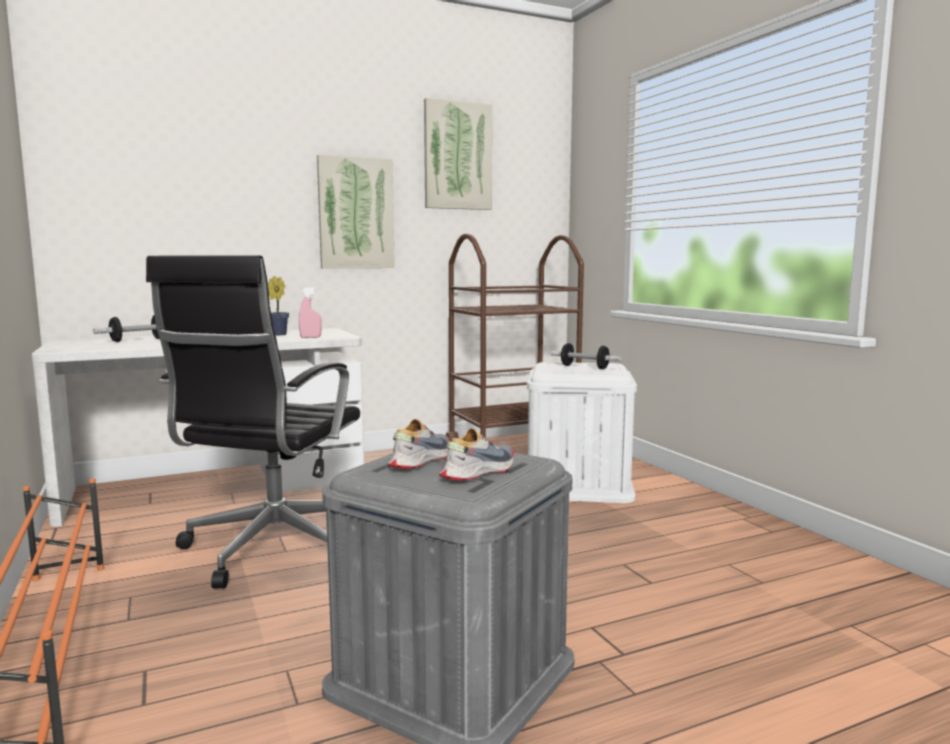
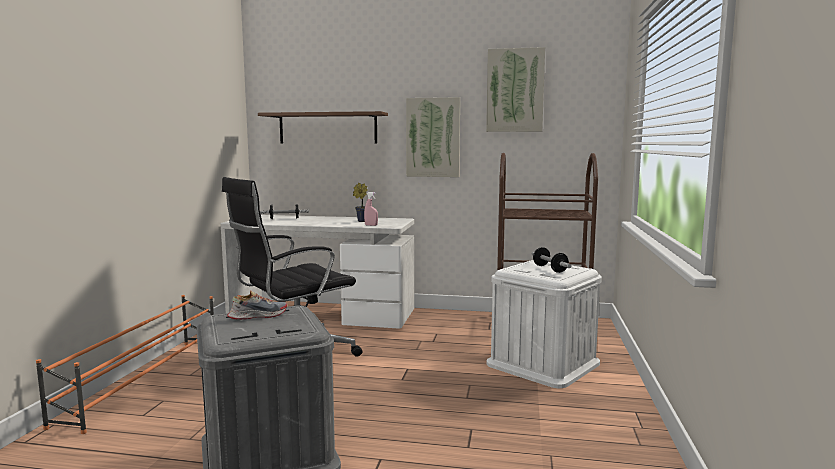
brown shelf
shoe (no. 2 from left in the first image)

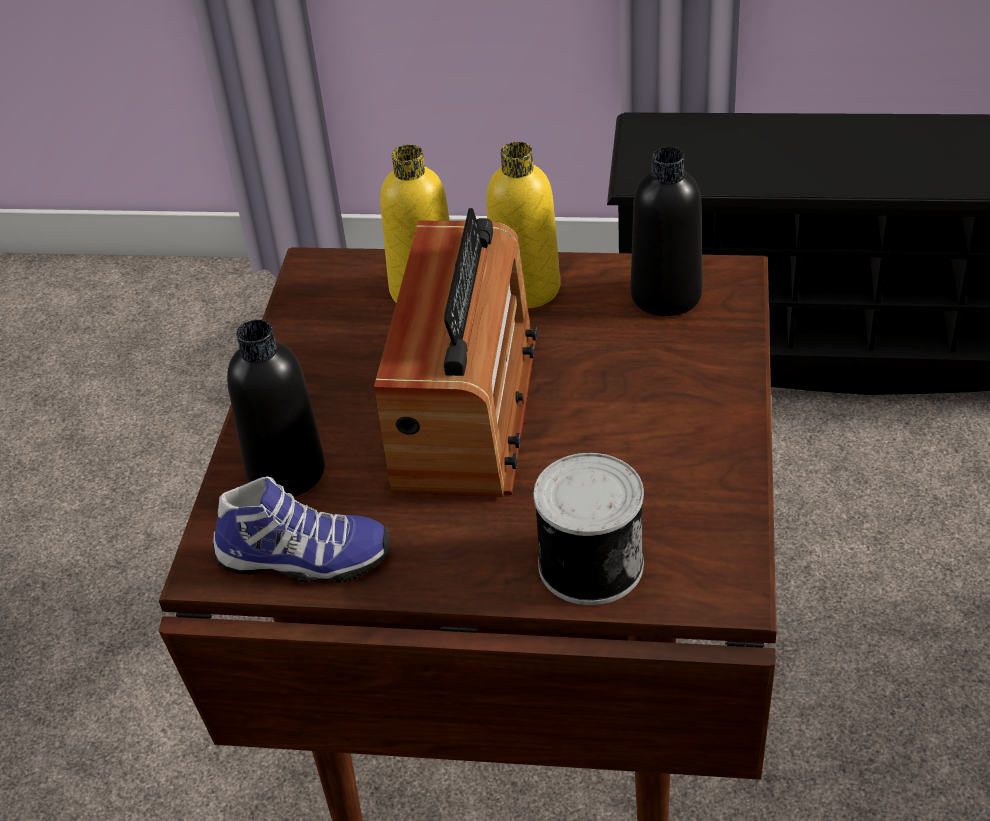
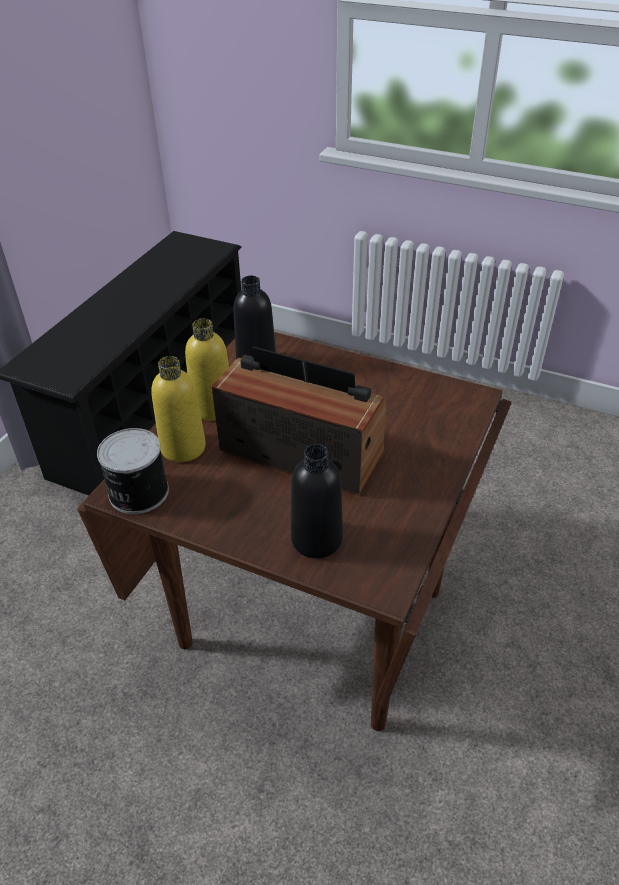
can
shoe

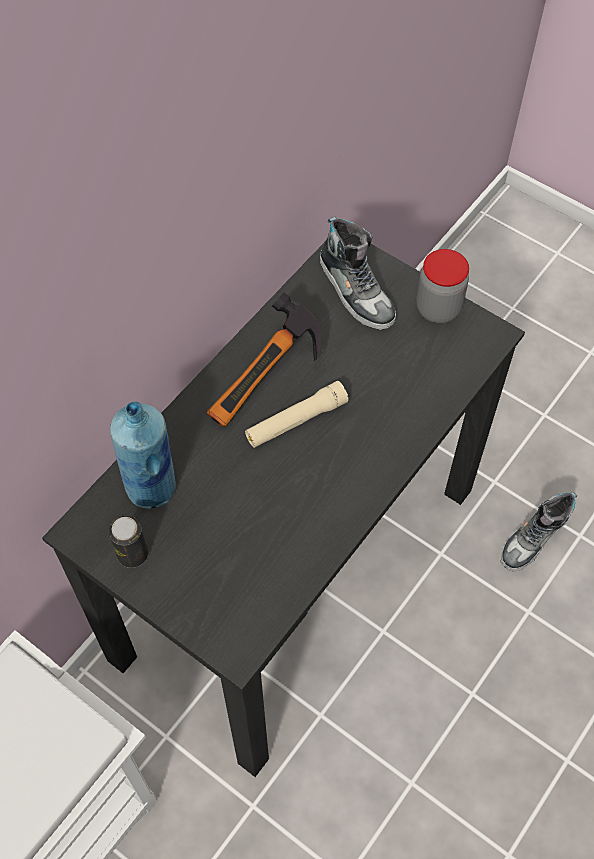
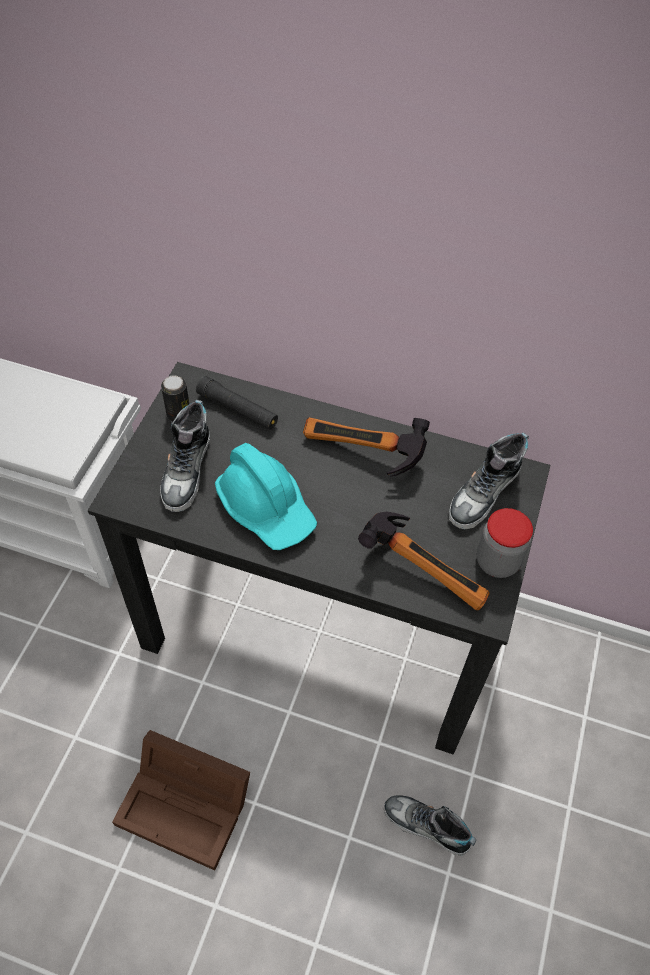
brown storage box
shoe (no. 1 from left)
black flashlight
turquoise hard hat
hammer (no. 2 from left)
beige flashlight

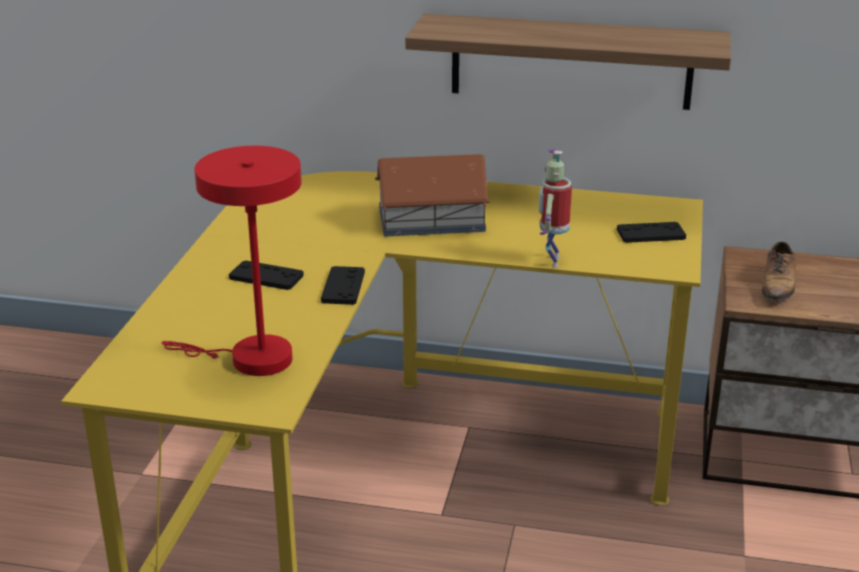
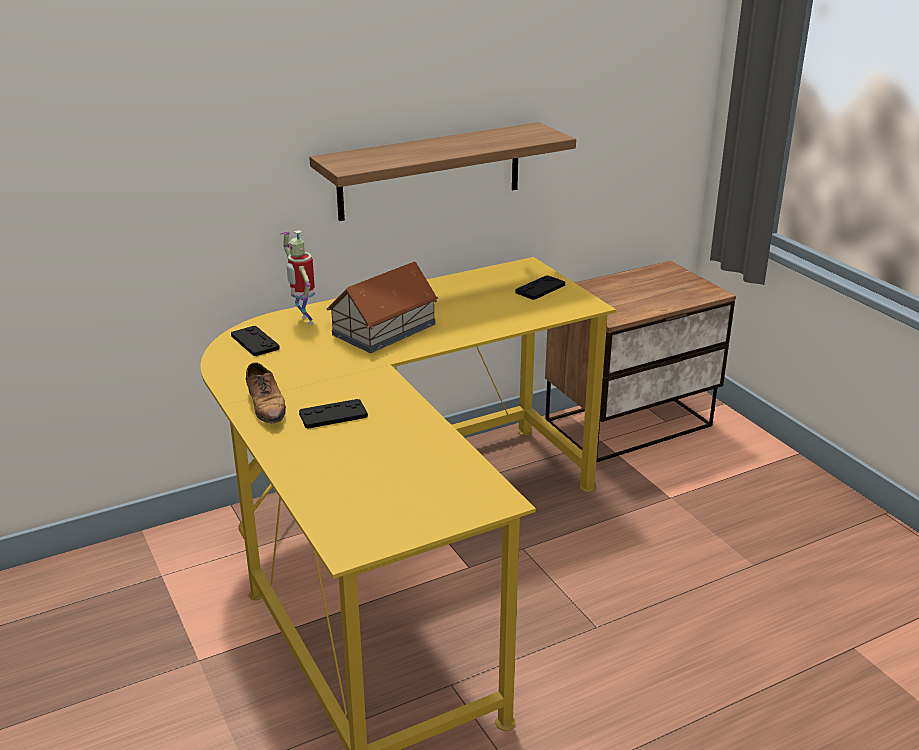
black game controller (no. 1 from left)
shoe
toy robot
red table lamp

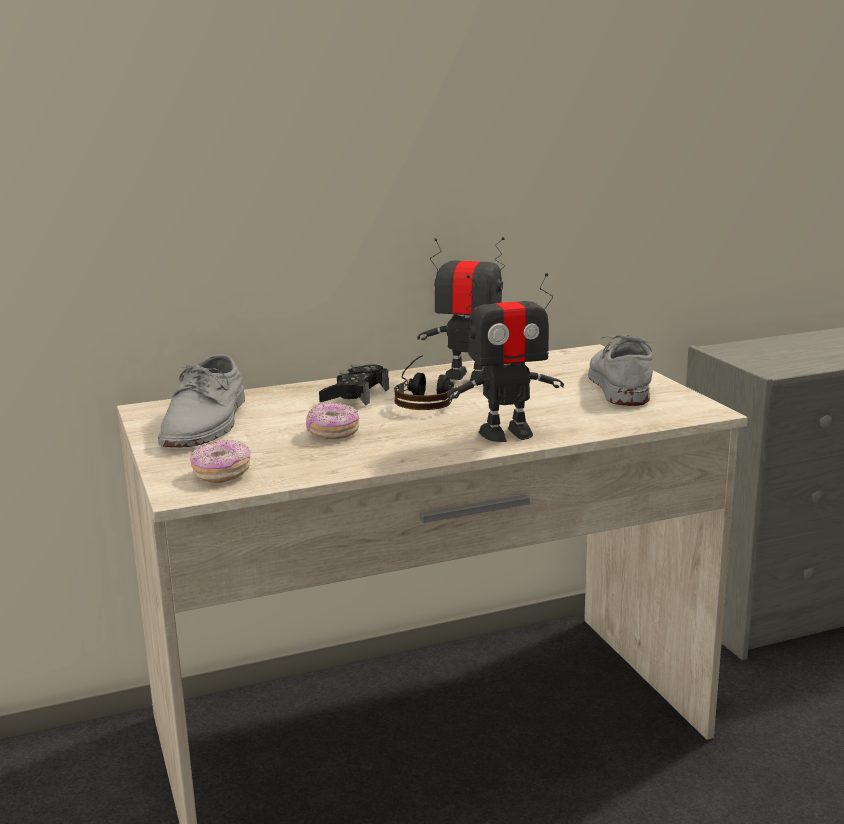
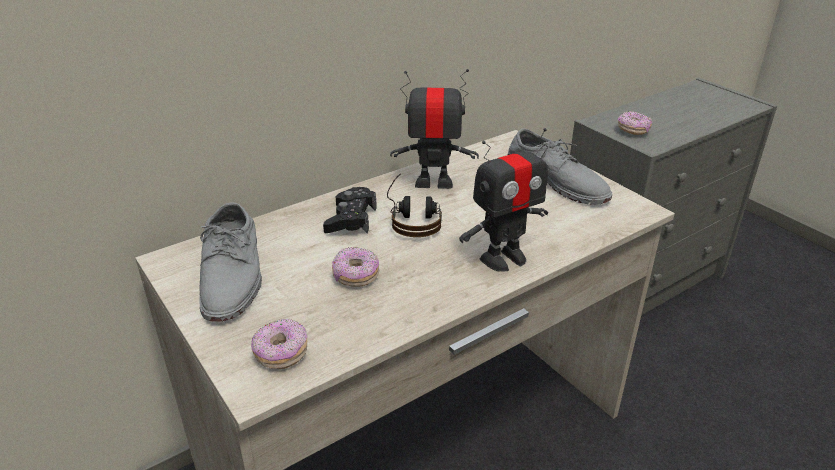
grey shoe (no. 2 from left)
donut (no. 3 from left)

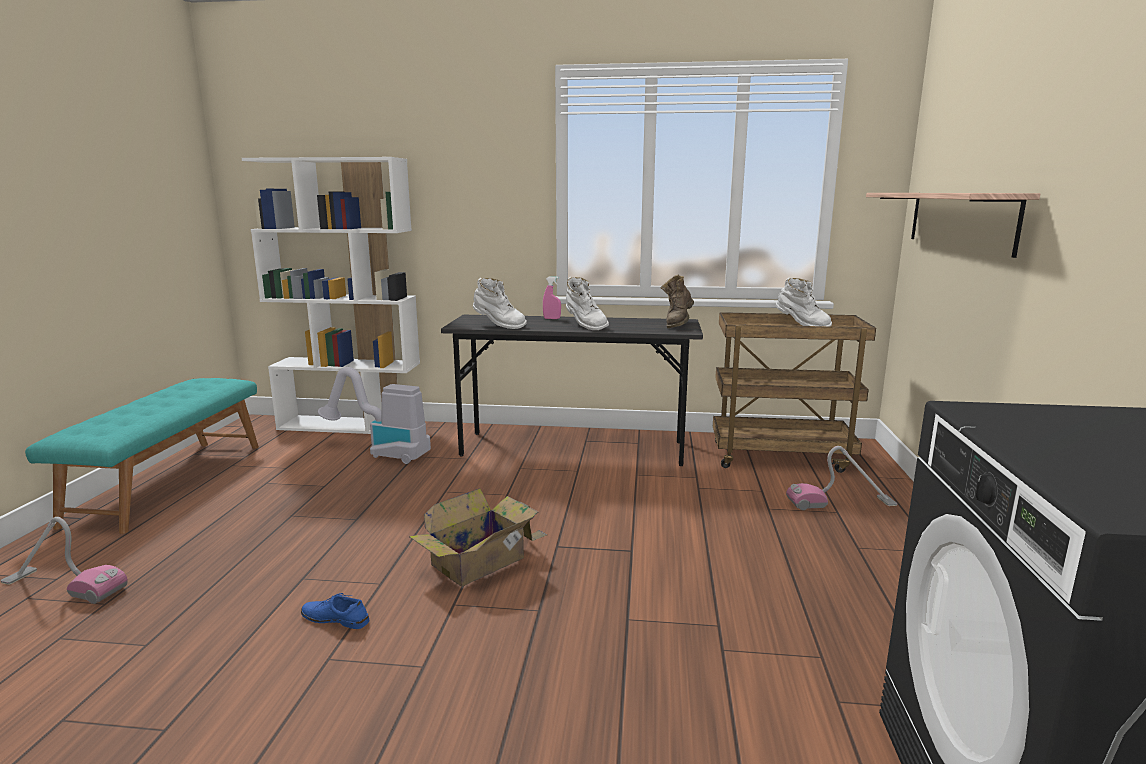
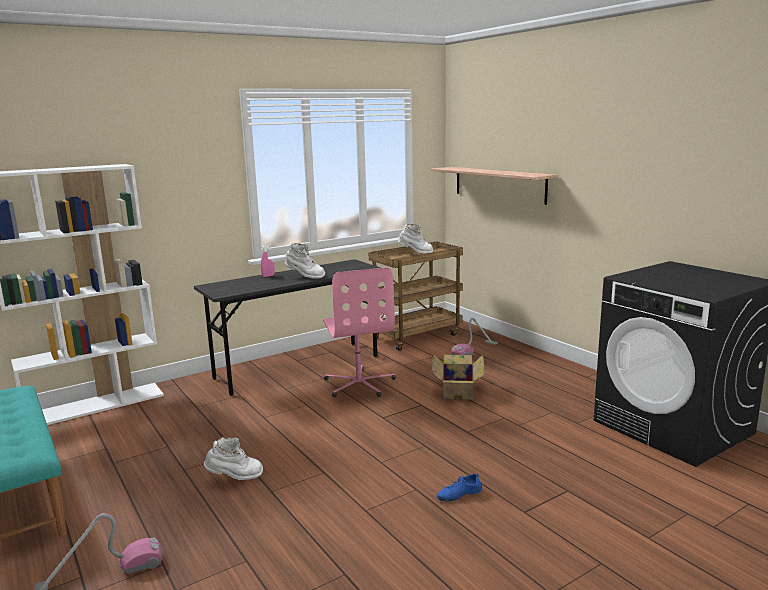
white boot (no. 1 from left)
pink office chair
cardboard box
blue shoe
vacuum cleaner (no. 2 from left in the first image)
brown boot

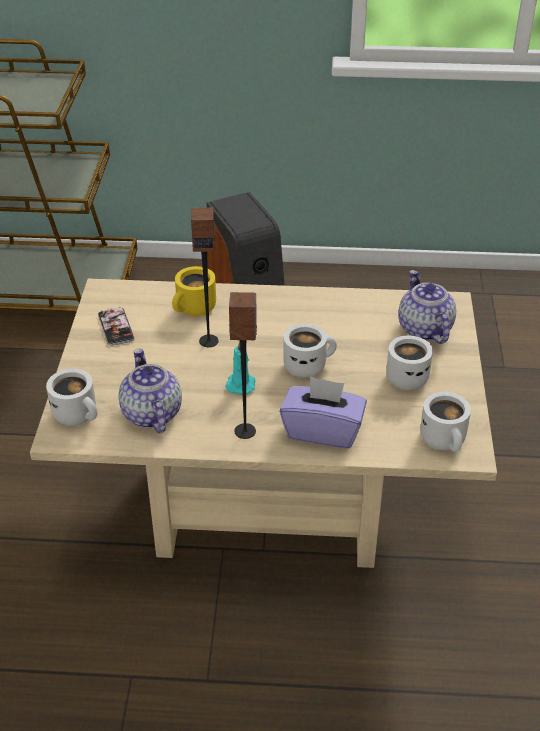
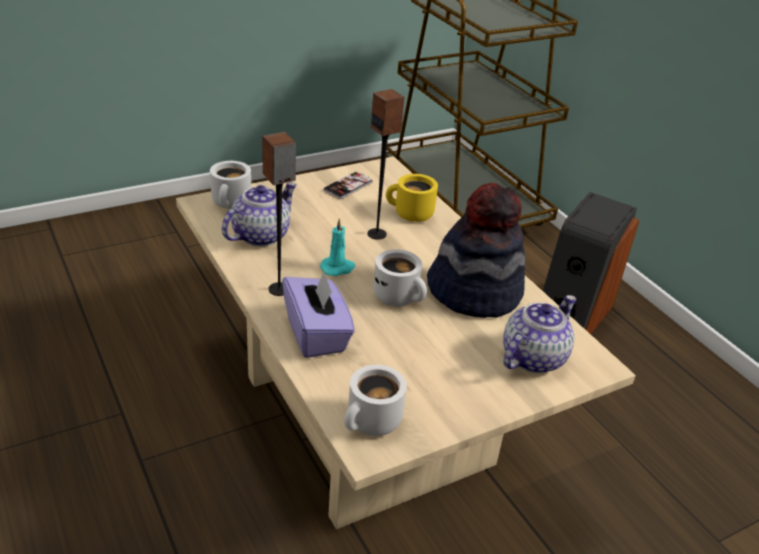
hat
white mug (no. 3 from left in the first image)

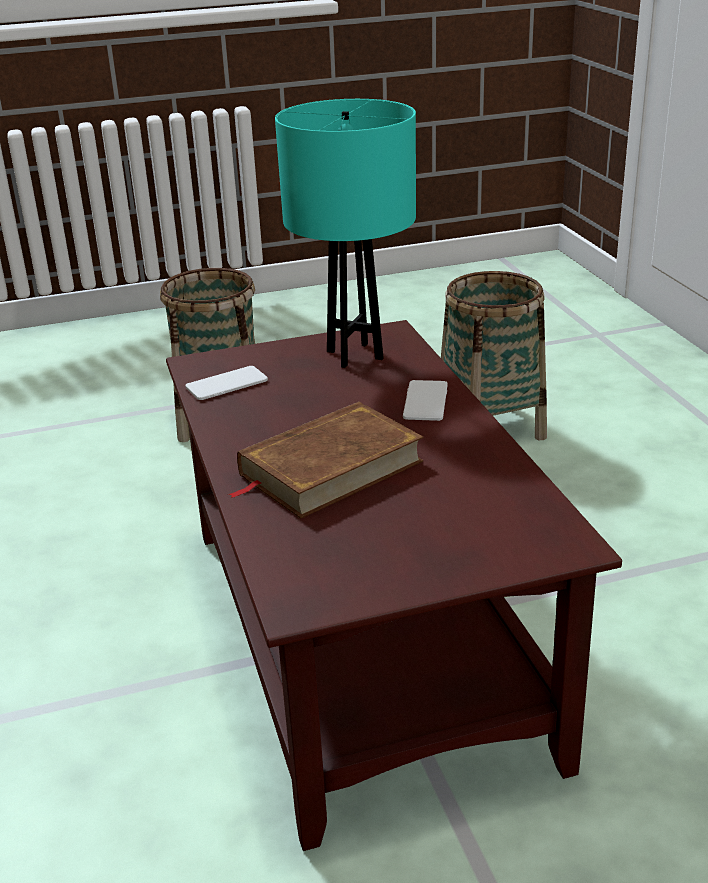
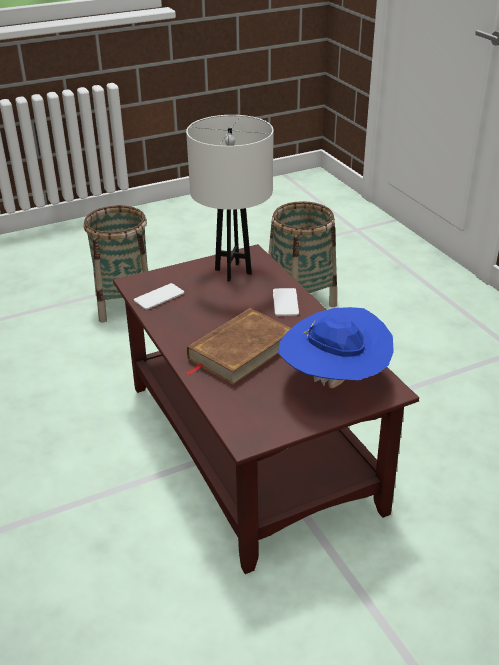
white table lamp
blue hat

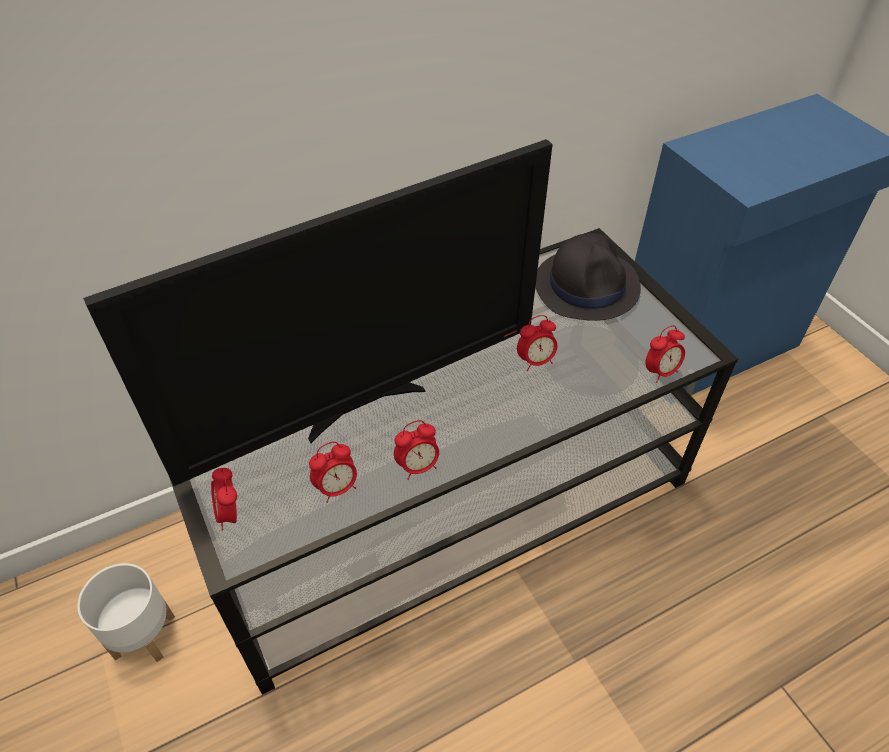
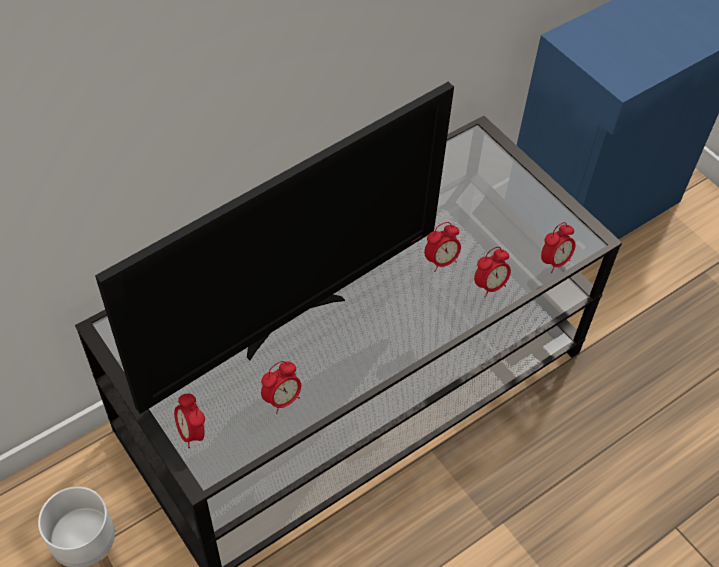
alarm clock (no. 4 from left)
black hat

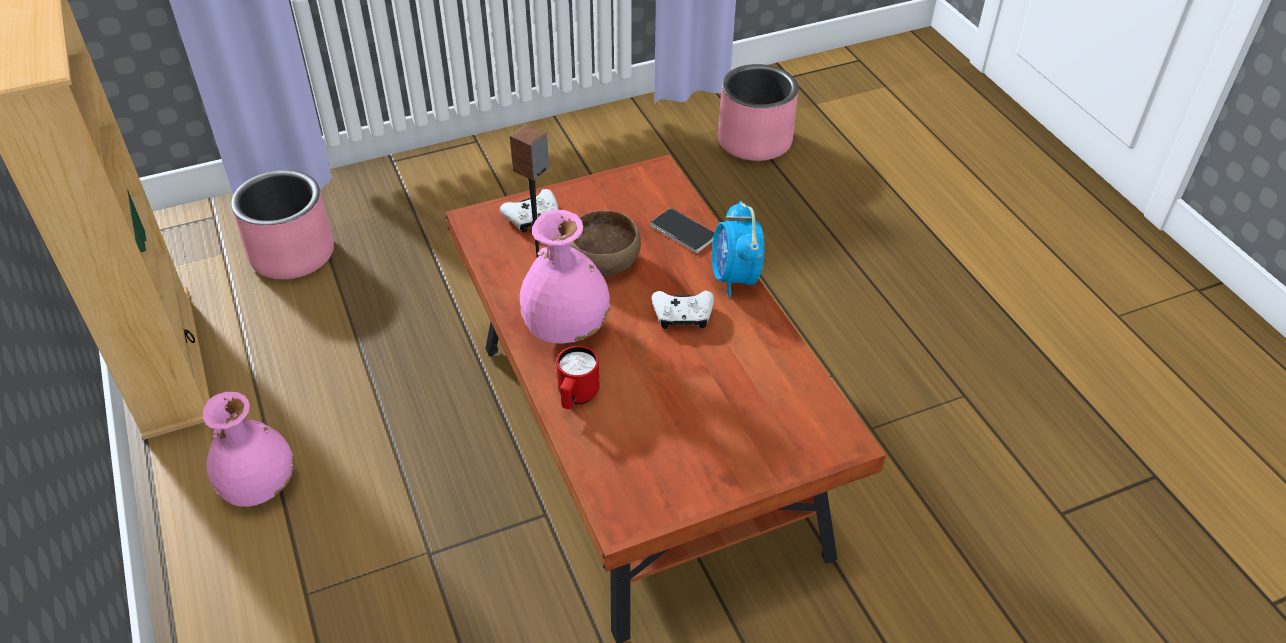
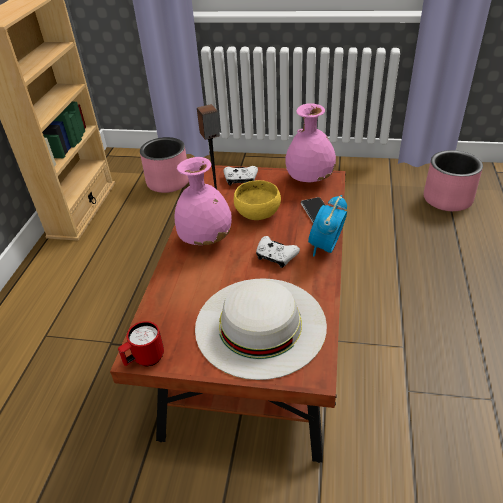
red mug
white hat
yellow bowl
pink vase (no. 2 from left)

